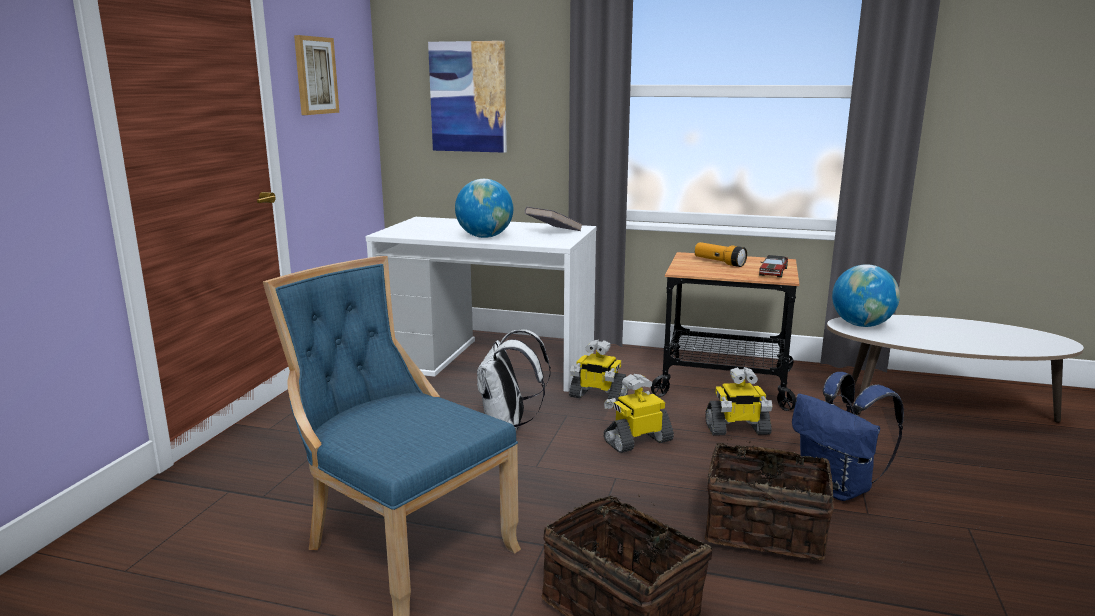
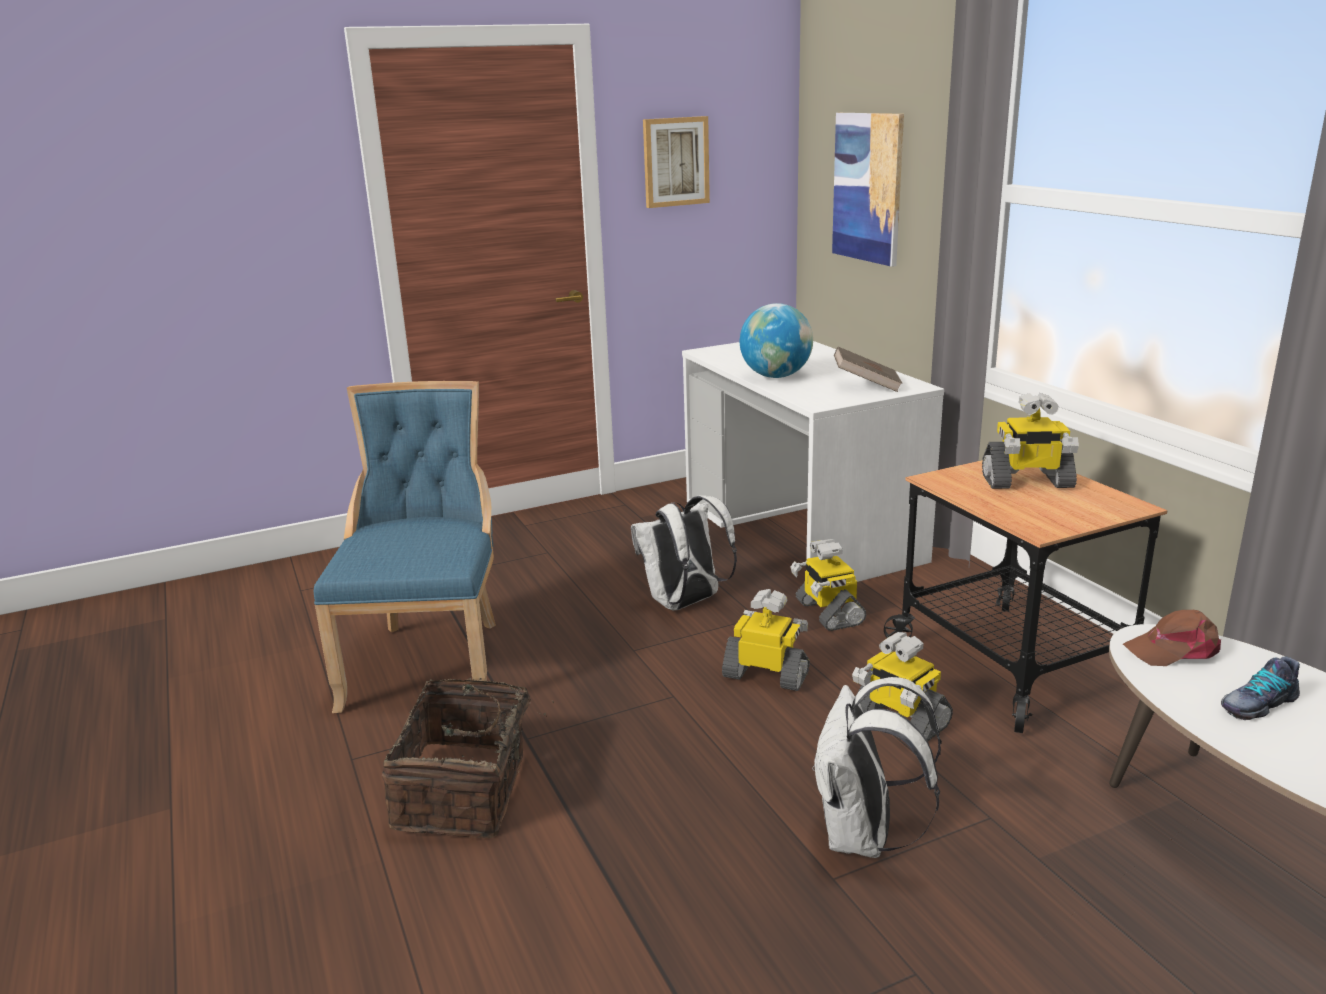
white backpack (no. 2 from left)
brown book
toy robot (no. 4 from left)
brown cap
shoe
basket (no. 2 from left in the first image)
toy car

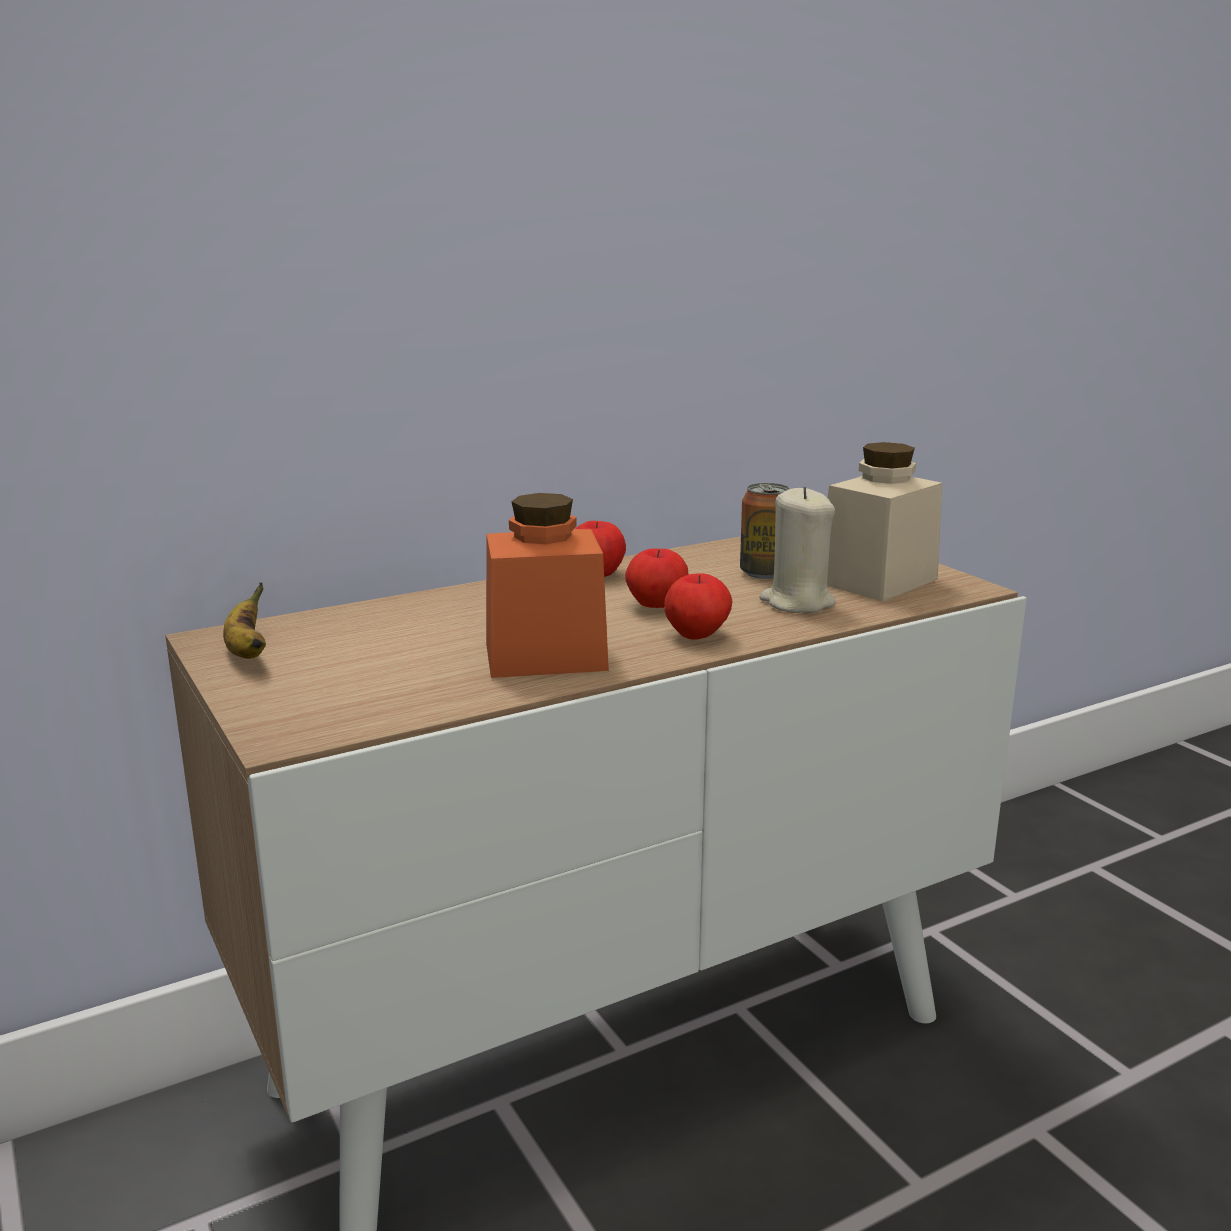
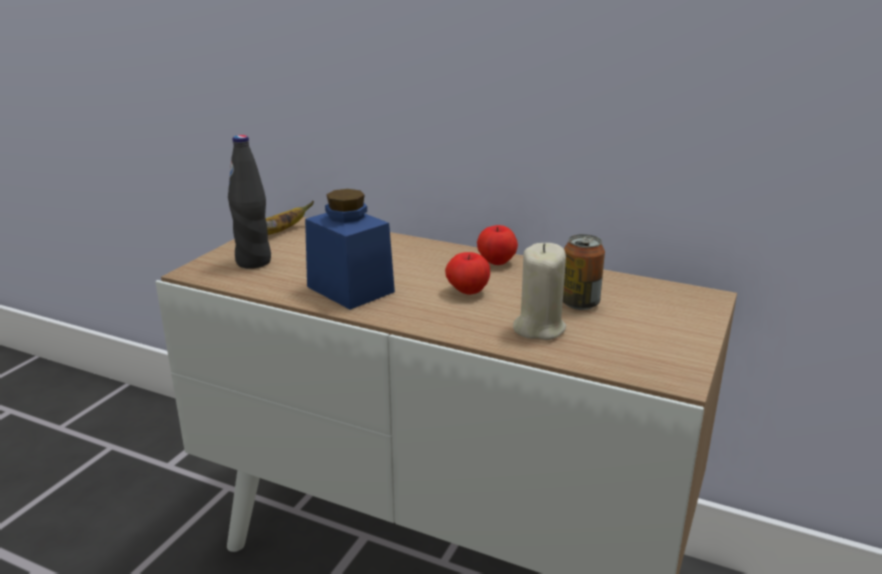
black bottle
blue jar
apple (no. 3 from left in the first image)
beige jar

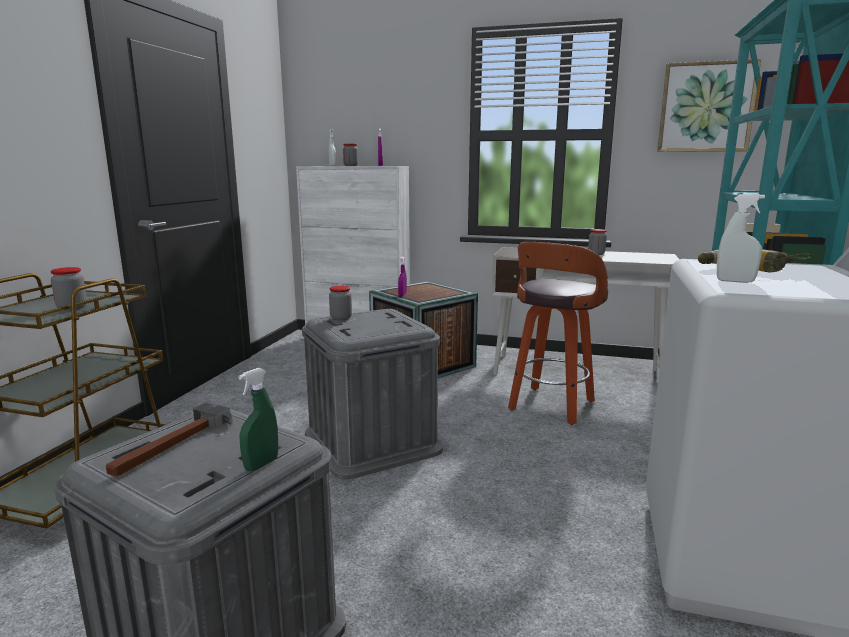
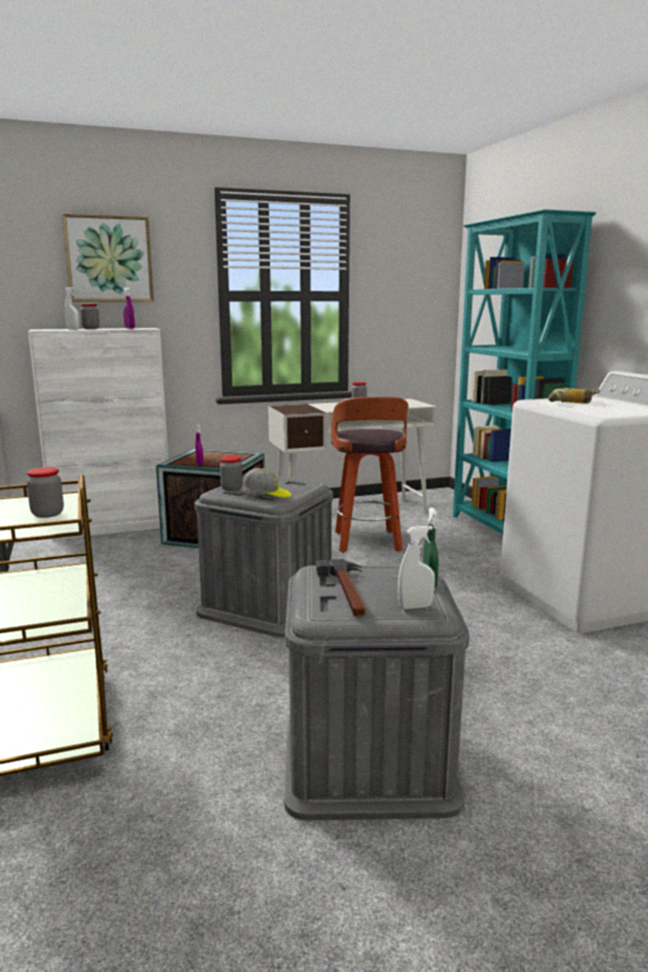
picture
cap
white spray bottle (no. 2 from left)

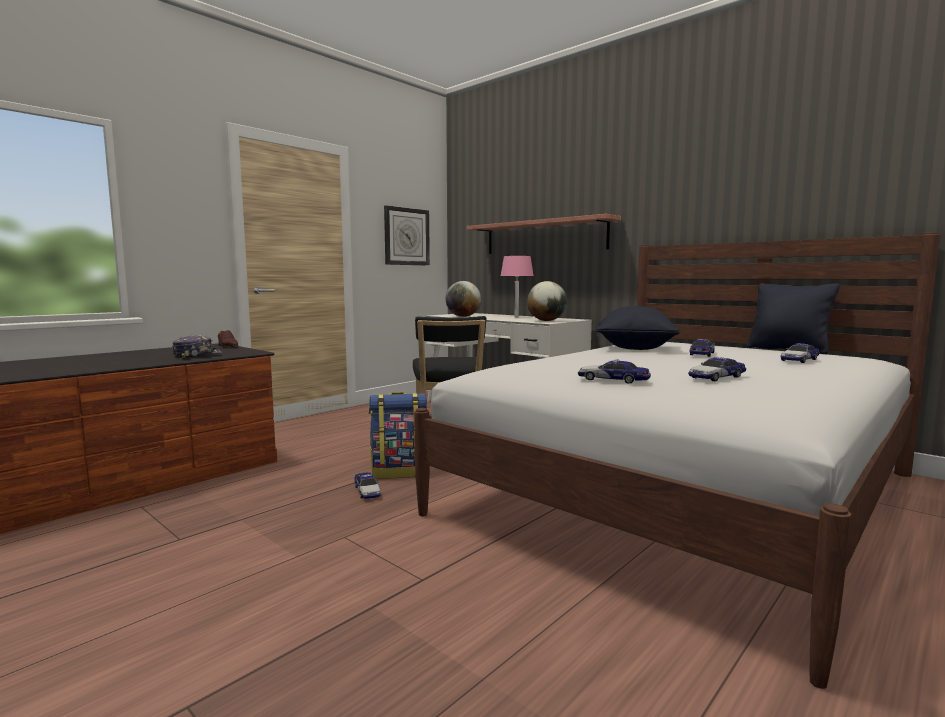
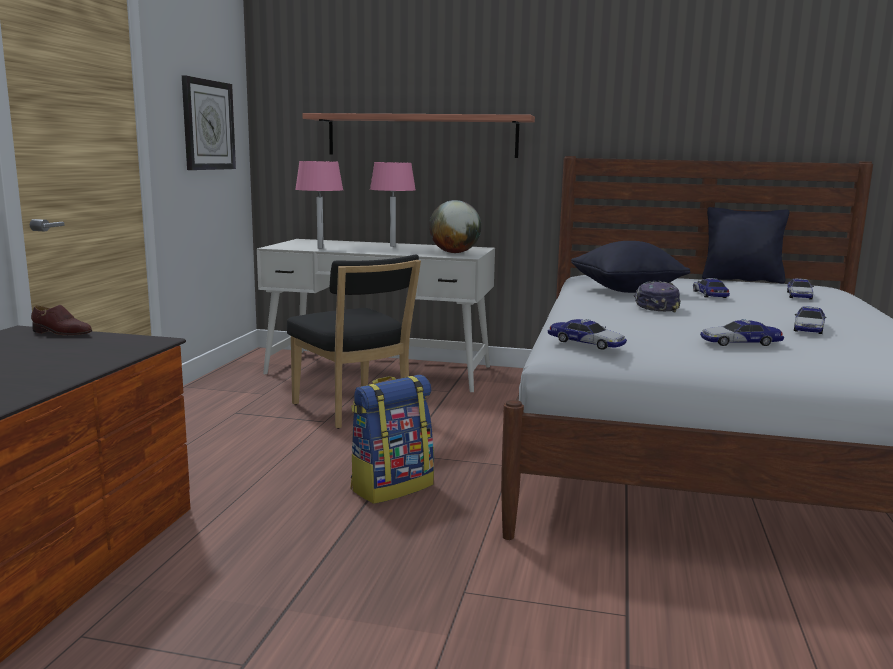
pink table lamp (no. 1 from left)
toy car (no. 1 from left)
cap

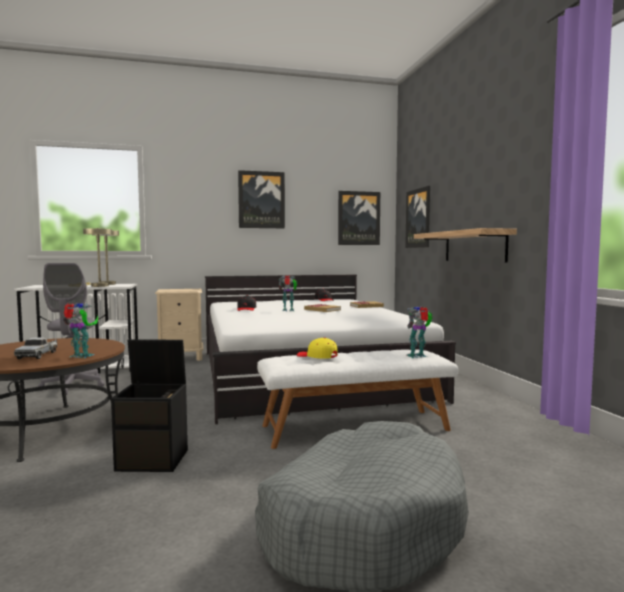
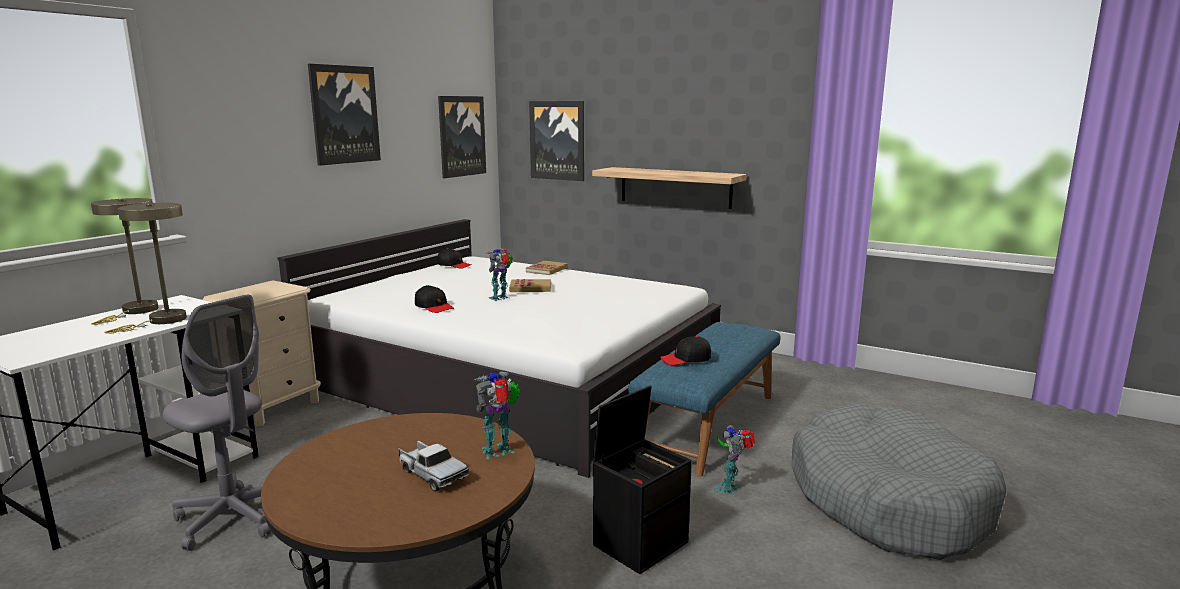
blue bench
black cap (no. 3 from left)
toy robot (no. 3 from left)

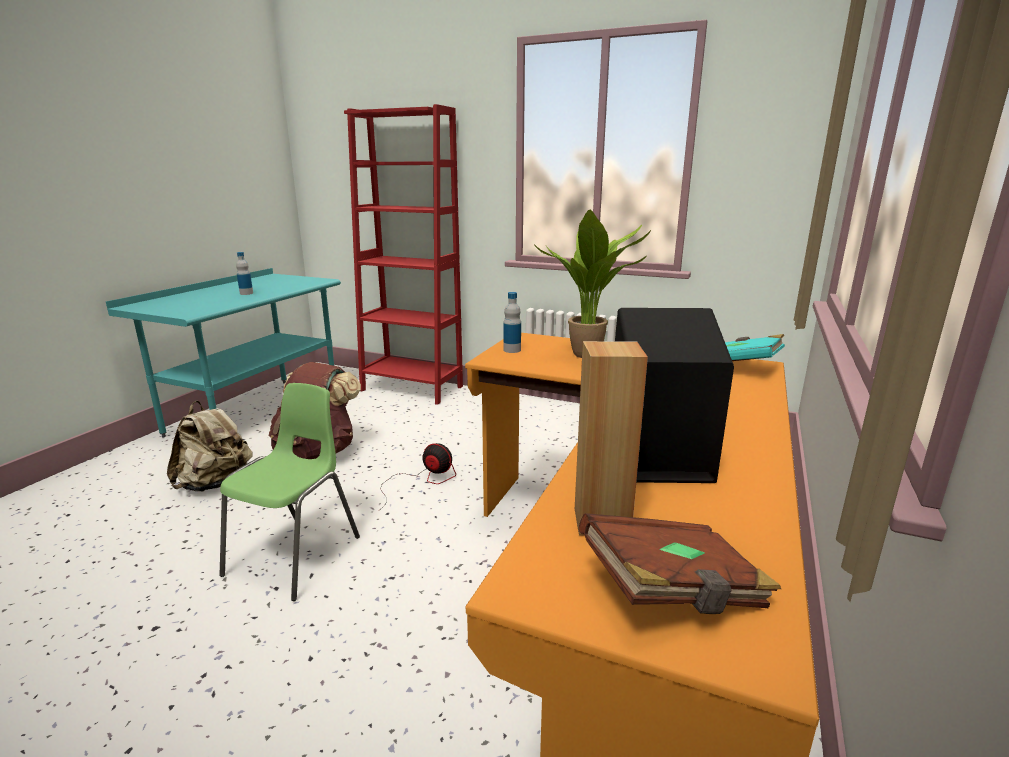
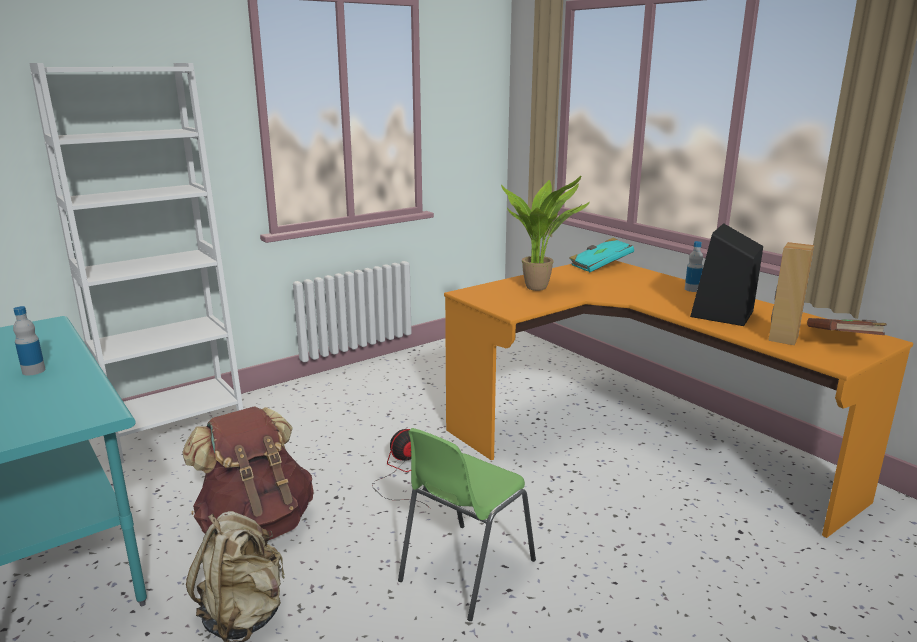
white bookcase
green chair
bottle (no. 2 from left)

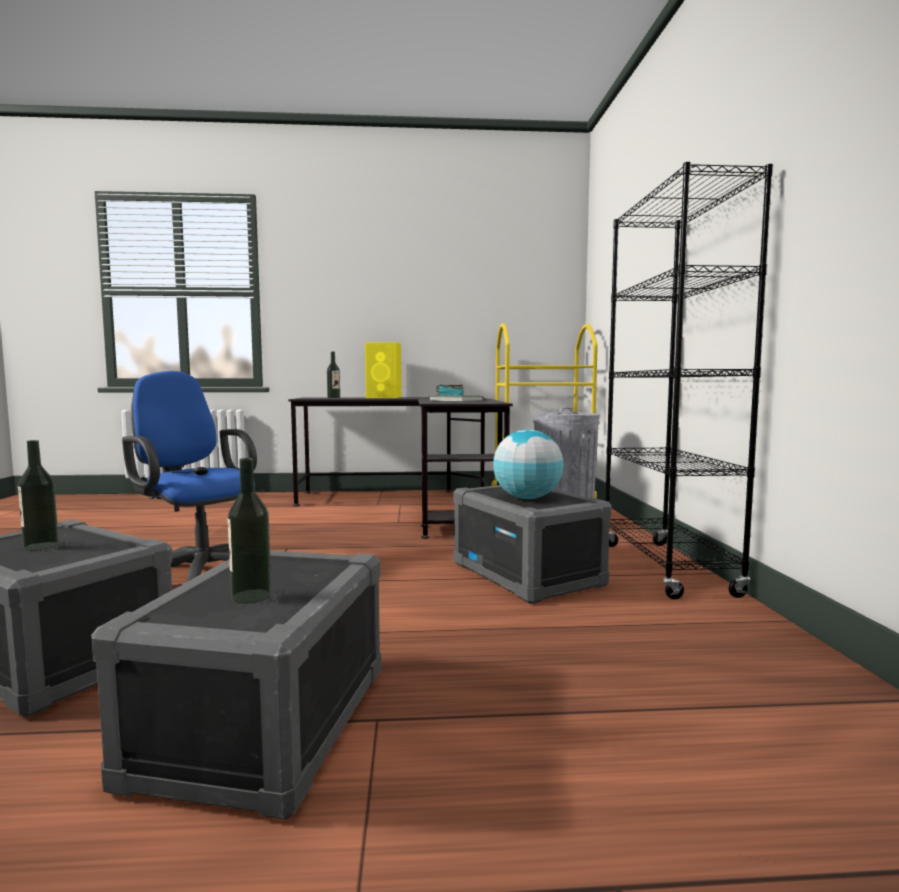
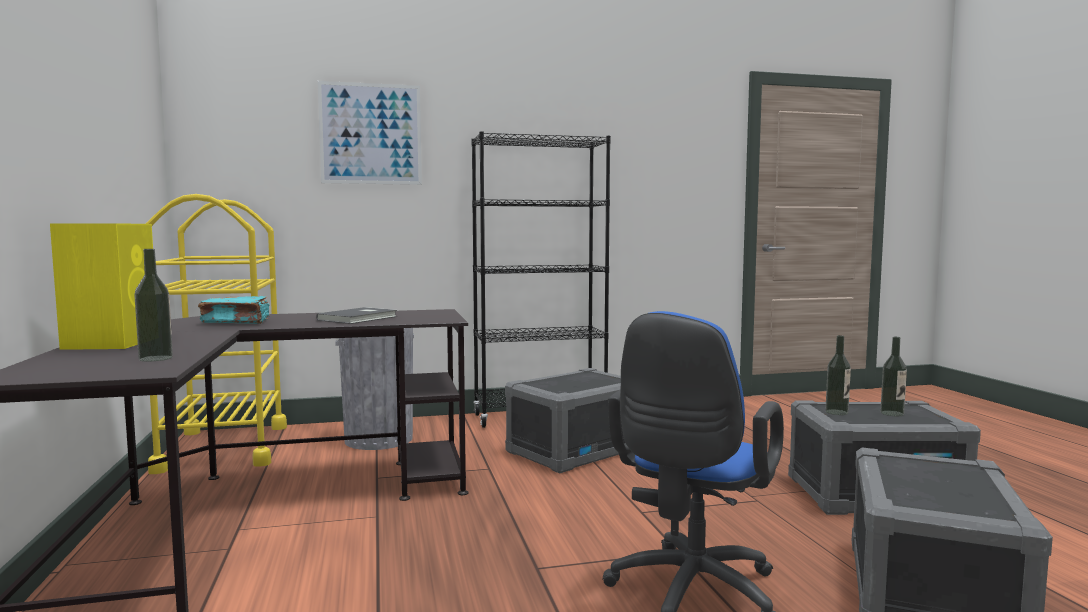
picture
bottle (no. 2 from left)
globe

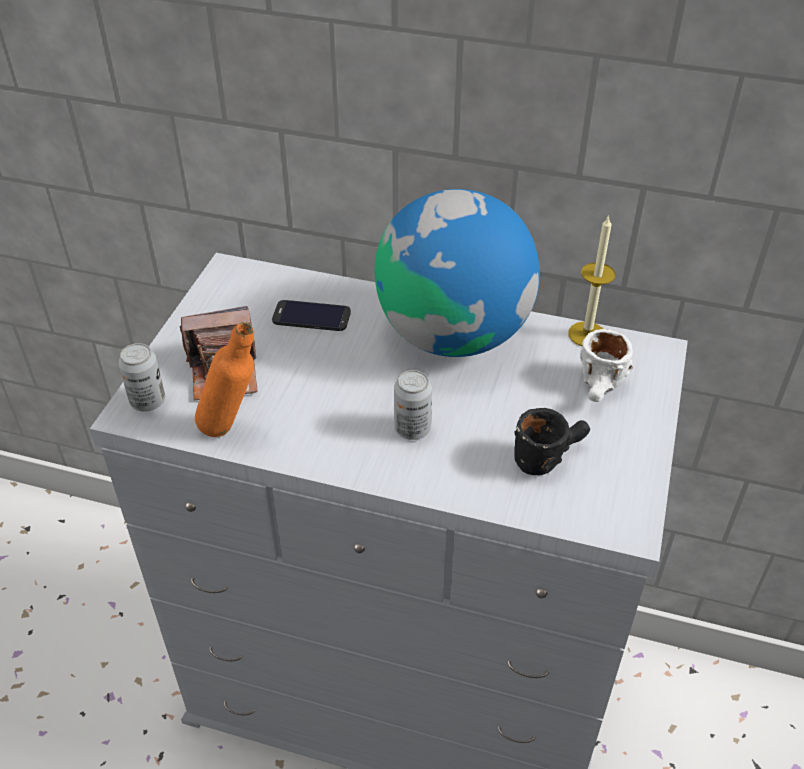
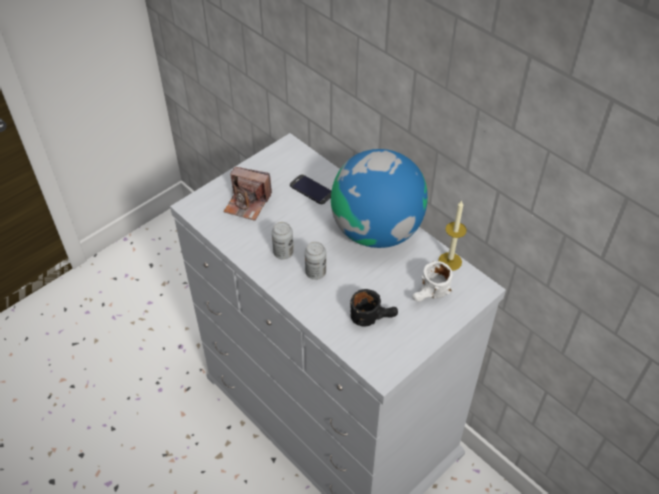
can (no. 1 from left)
orange bottle

